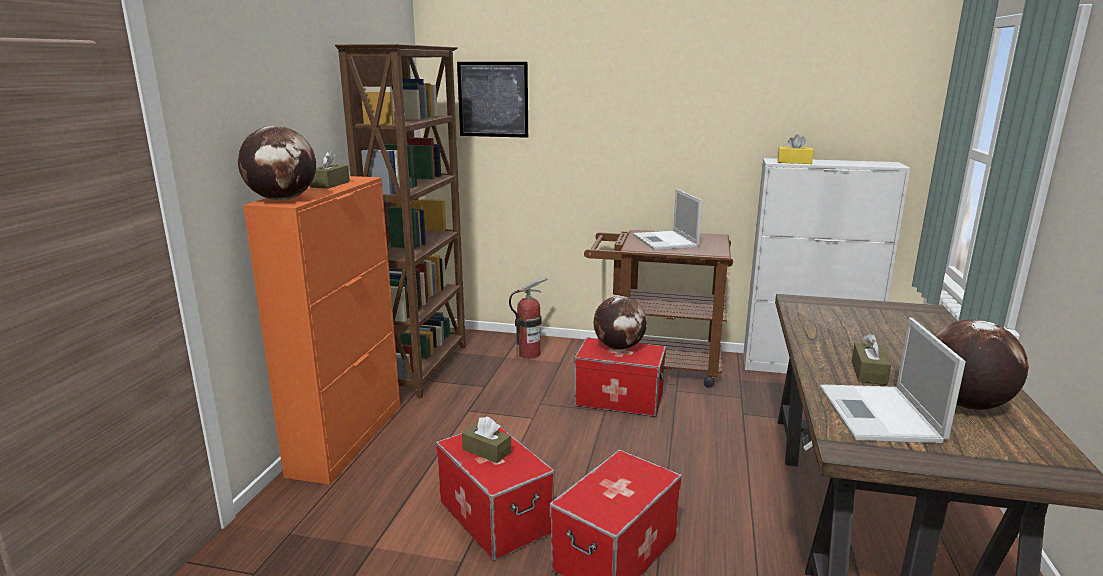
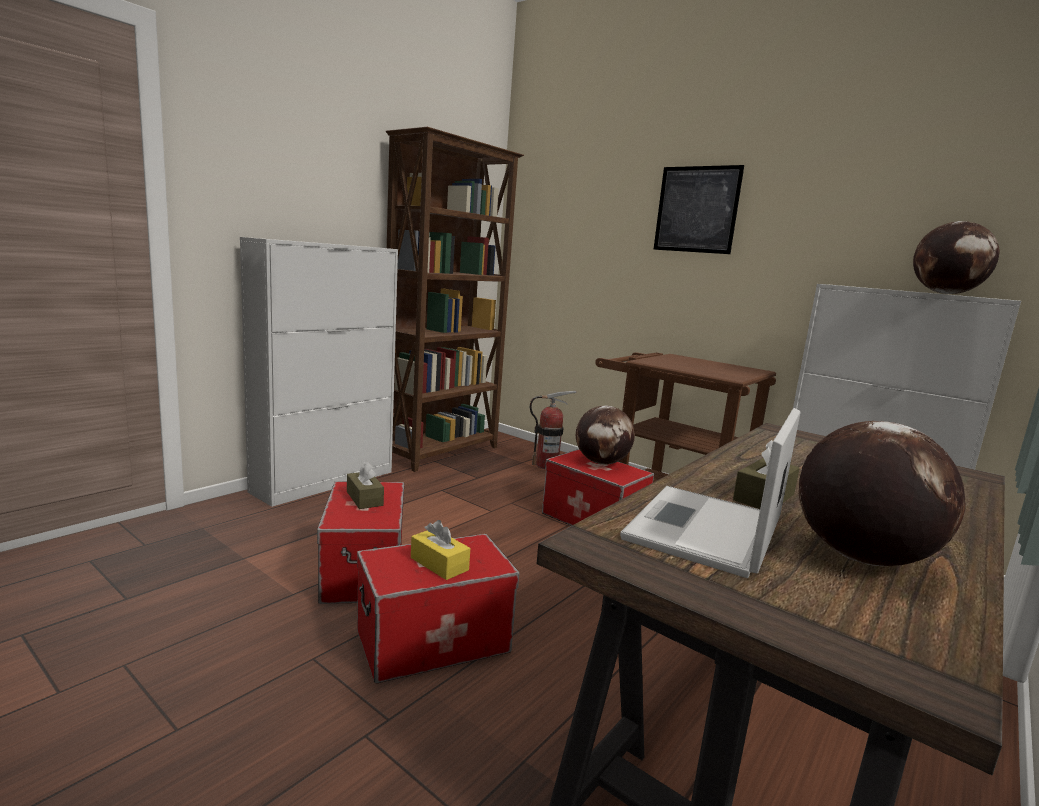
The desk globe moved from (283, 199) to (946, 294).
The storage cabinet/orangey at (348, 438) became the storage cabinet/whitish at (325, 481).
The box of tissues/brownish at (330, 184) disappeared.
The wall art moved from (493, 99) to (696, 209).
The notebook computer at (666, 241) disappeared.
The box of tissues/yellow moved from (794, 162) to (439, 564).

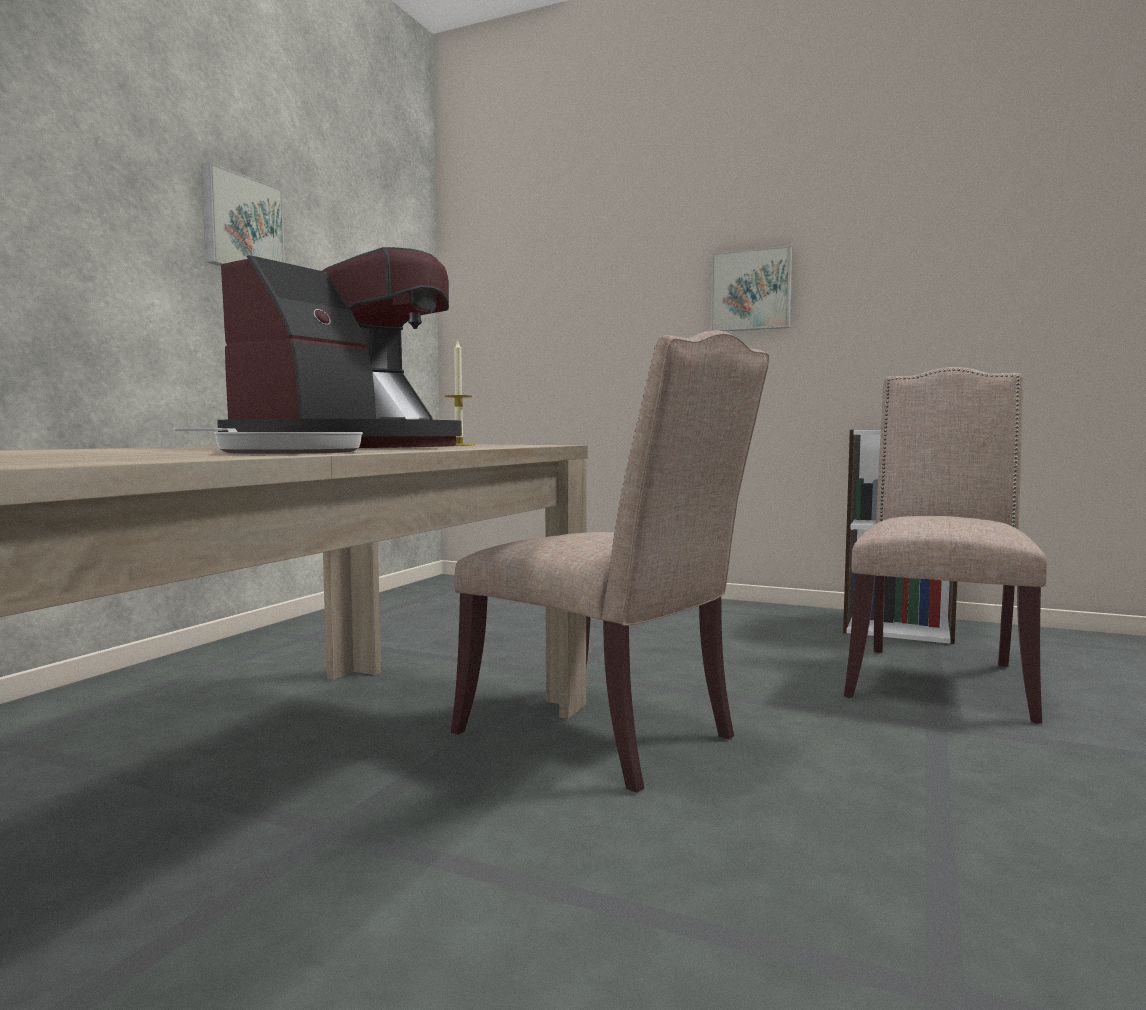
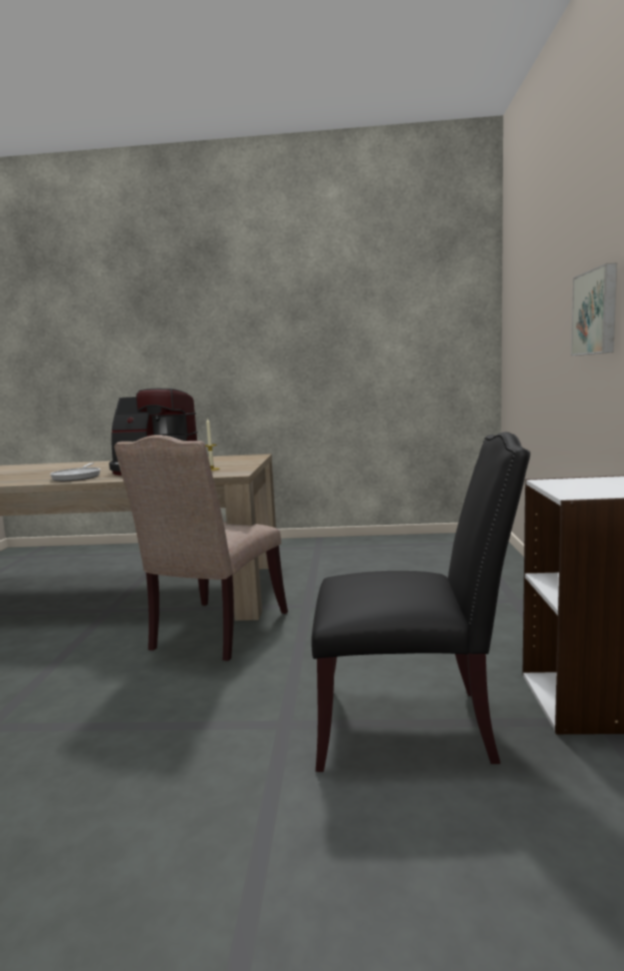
The wall art at (241, 224) disappeared.
The upright chair/beige at (938, 678) became the upright chair/black at (412, 725).

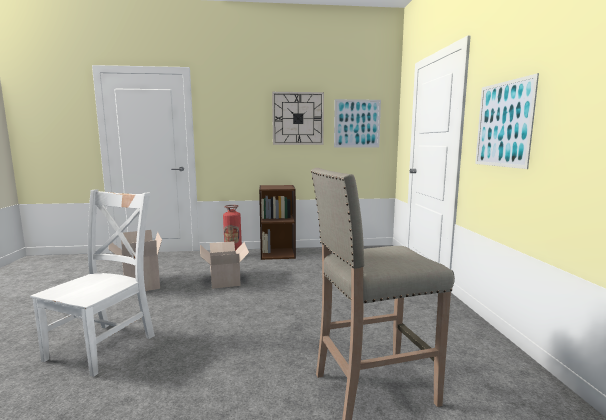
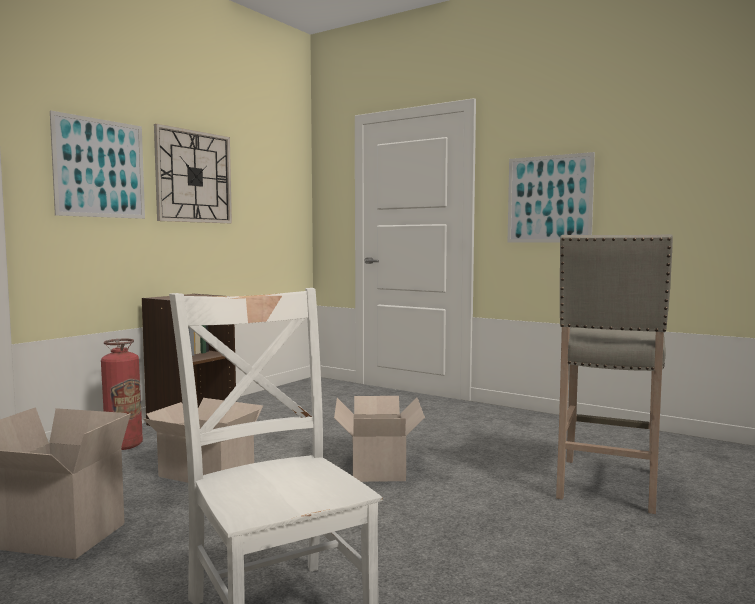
The wall art moved from (357, 123) to (100, 168).
The carton at (378, 466) appeared.

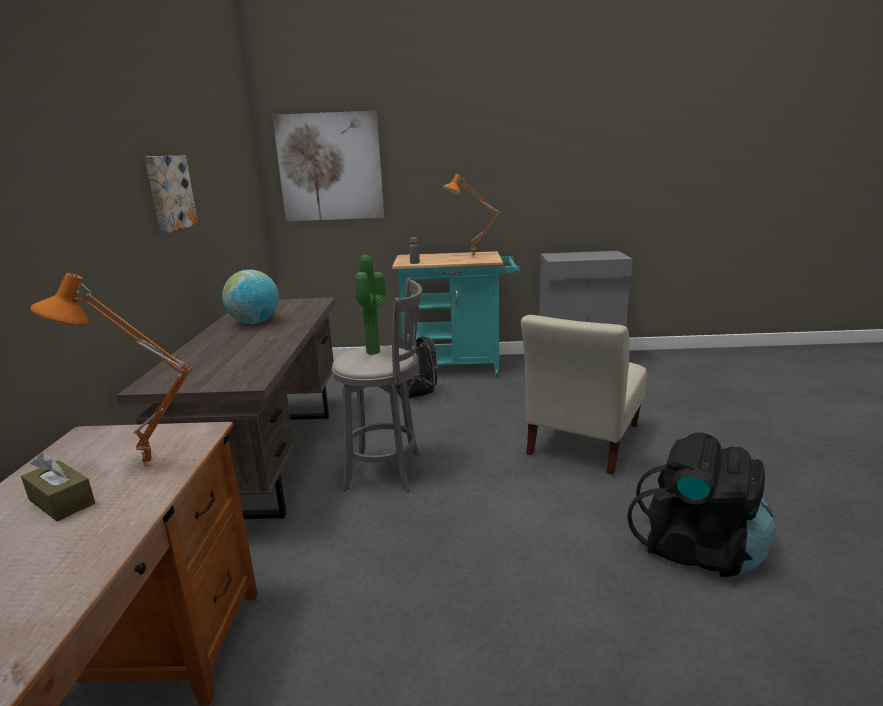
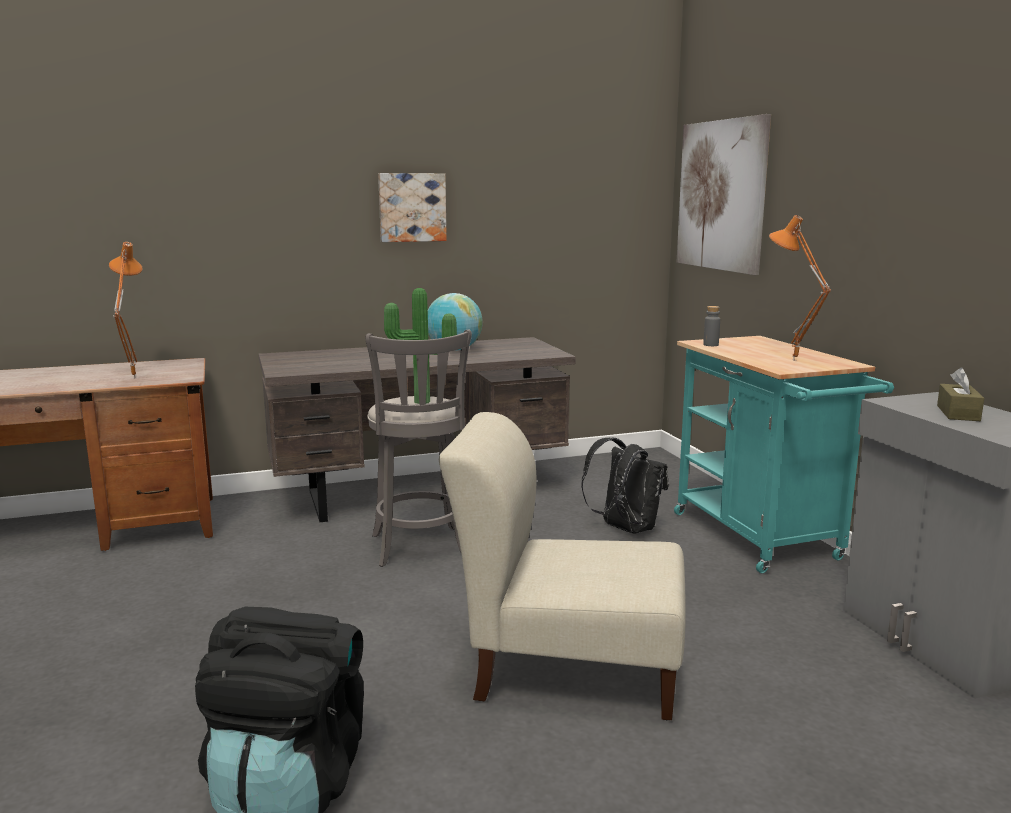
The box of tissues/brownish moved from (62, 501) to (958, 413).

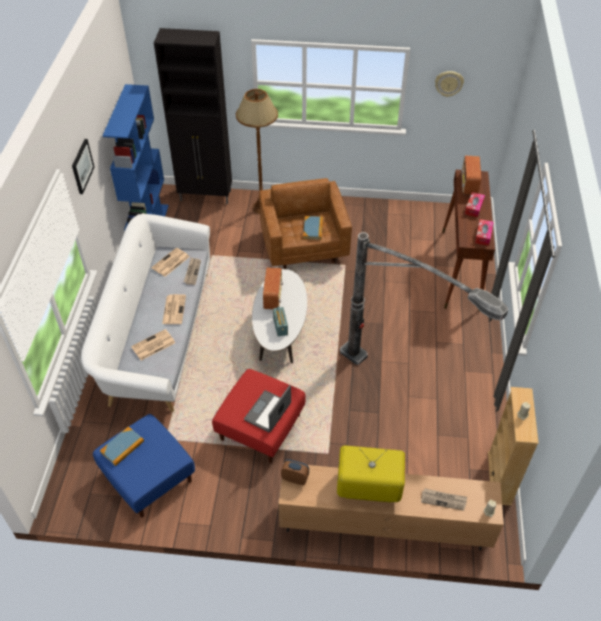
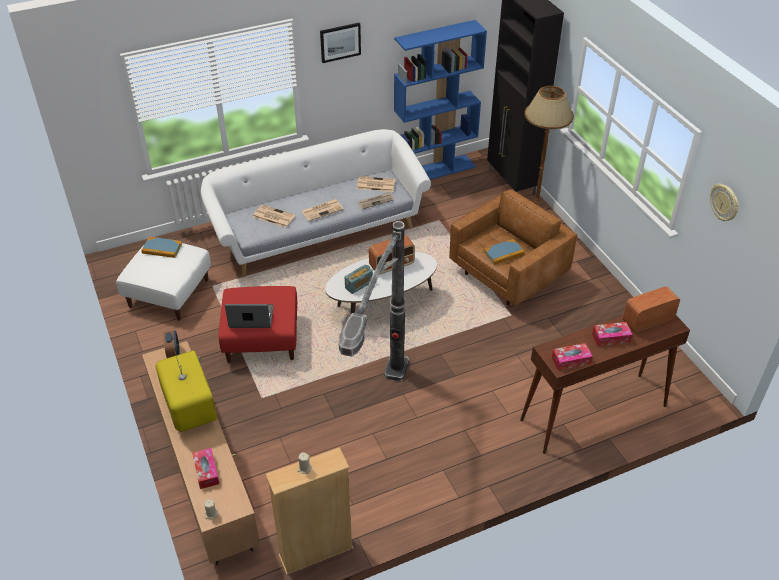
The ottoman/bluish at (148, 477) became the ottoman/whitish at (169, 293).
The printed paper at (443, 500) was replaced by the box of tissues at (206, 471).

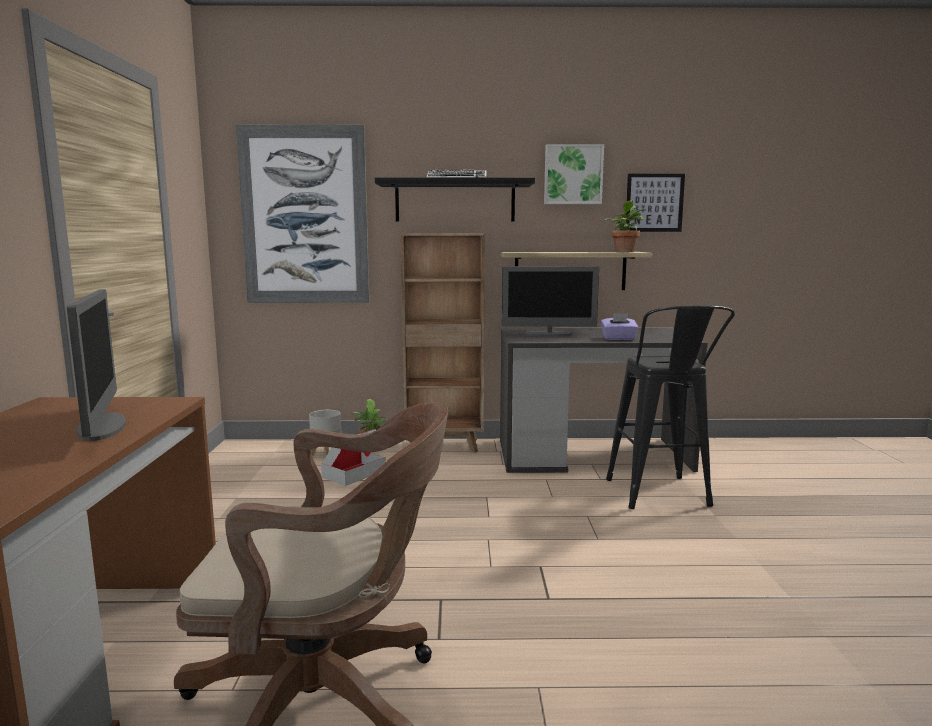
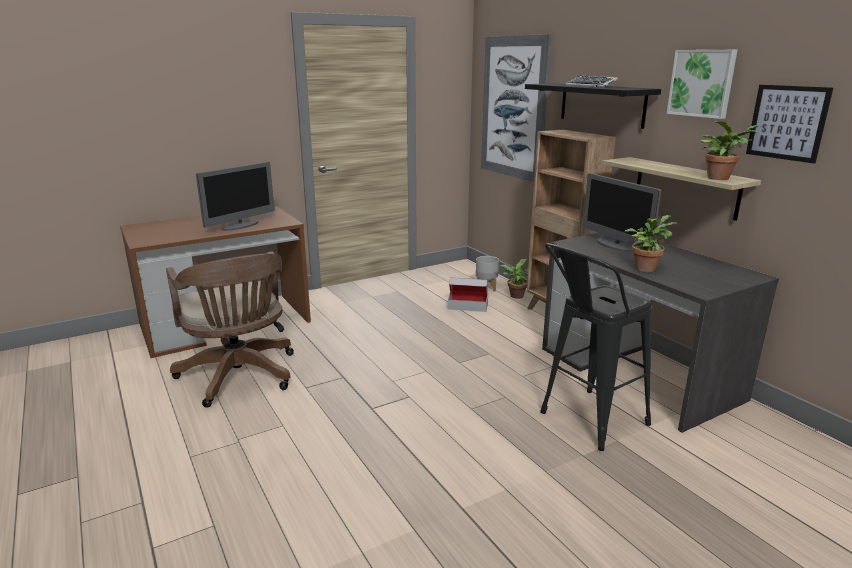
The box of tissues/purple at (618, 339) was replaced by the plant in a pot at (645, 268).

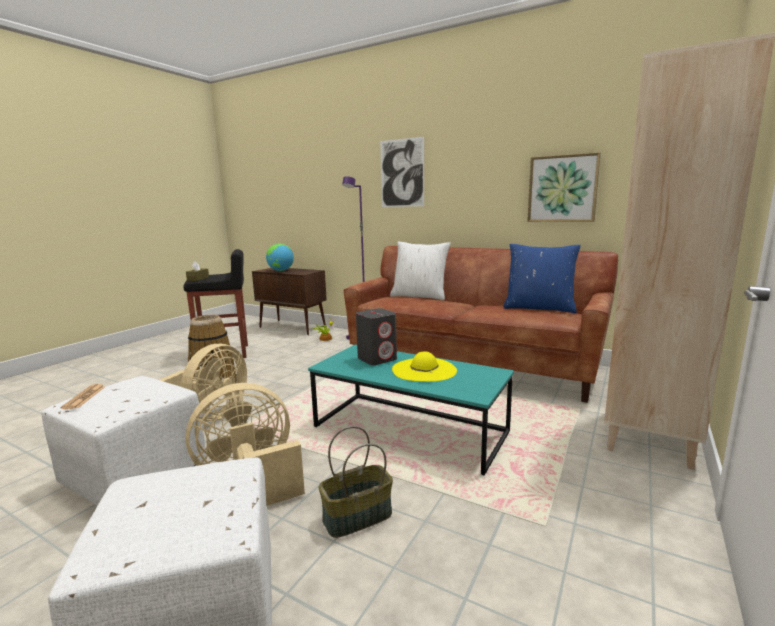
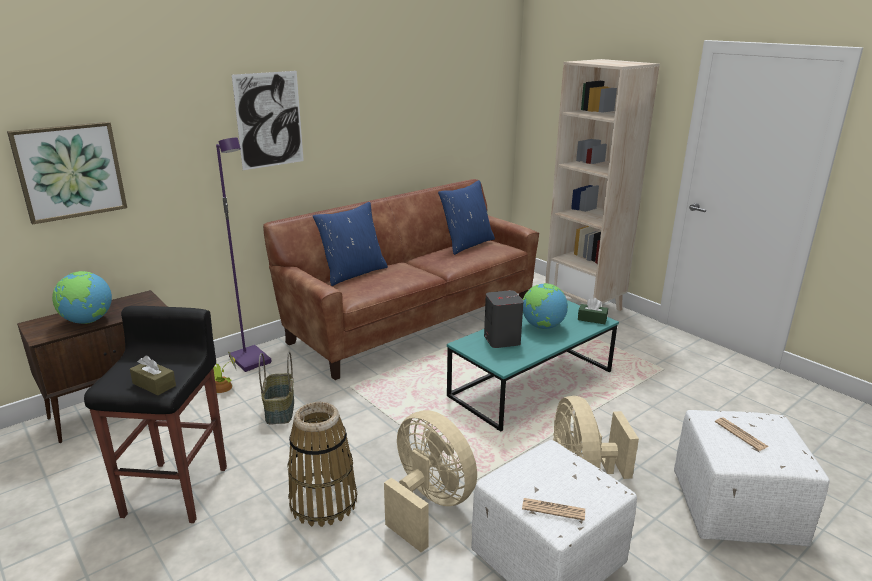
The household basket moved from (357, 518) to (280, 410).
The throw pillow/whitish at (419, 296) became the throw pillow/bluish at (353, 273).
The hat/yellow at (424, 369) was replaced by the desk globe at (542, 326).
The wall art moved from (562, 189) to (70, 171).
The box of tissues/green at (592, 319) appeared.
The printed paper at (740, 434) appeared.

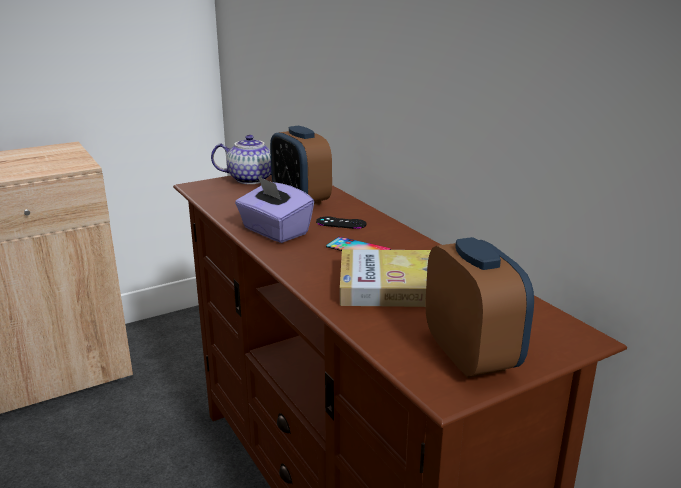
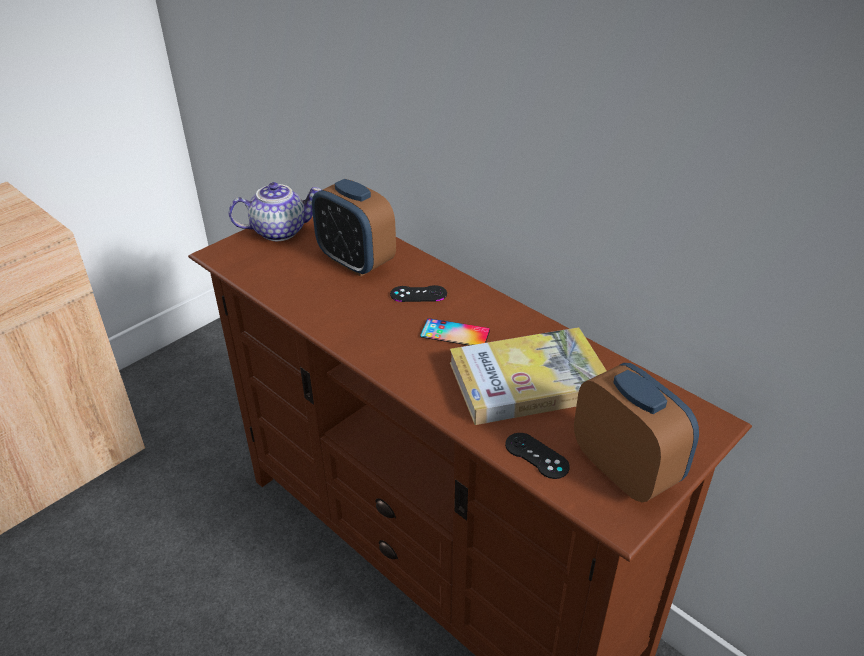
The box of tissues/purple at (274, 231) disappeared.
The gamepad/black at (536, 456) appeared.

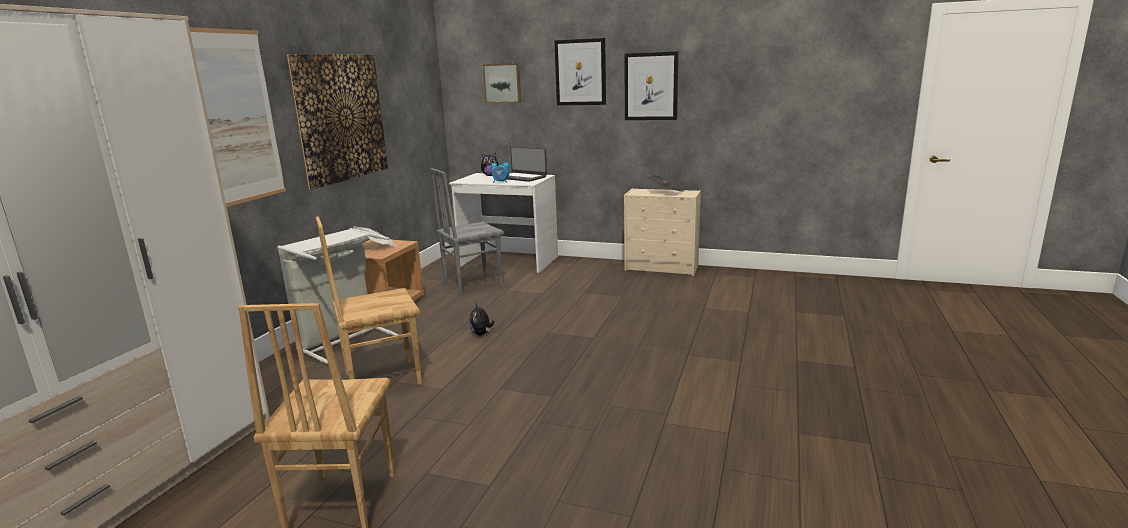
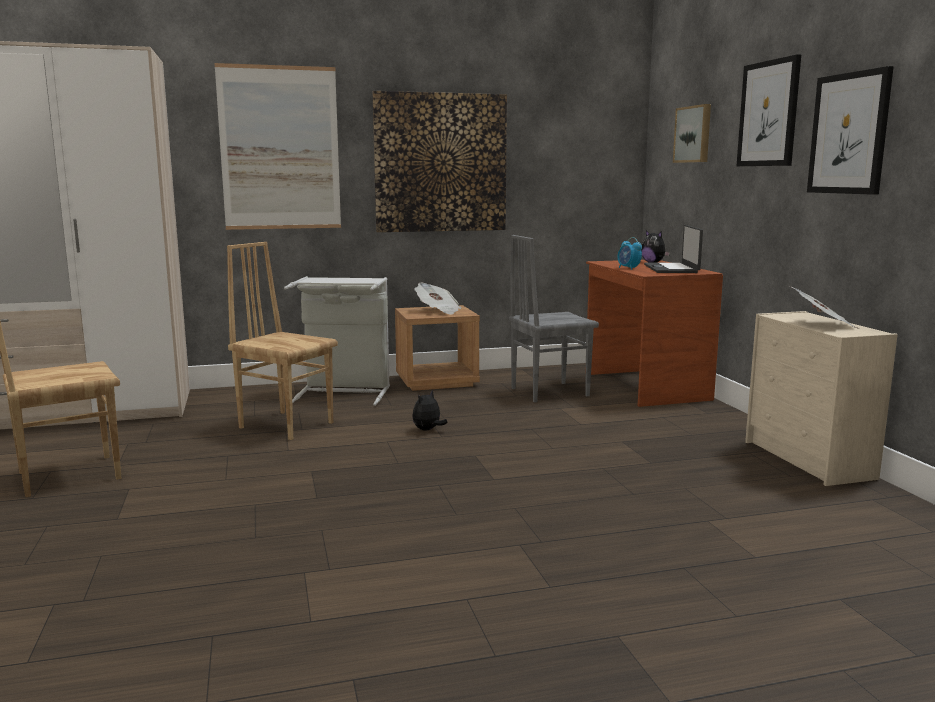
The upright chair/gray at (472, 284) turned 45 degrees counterclockwise.
The desk/whitish at (508, 262) became the desk/brownish at (644, 386).

